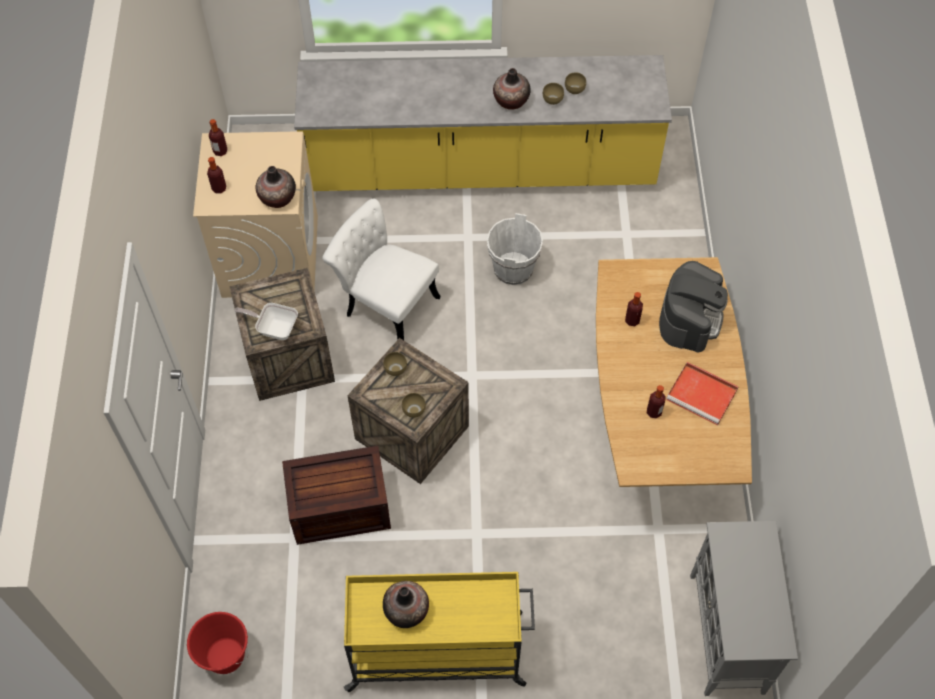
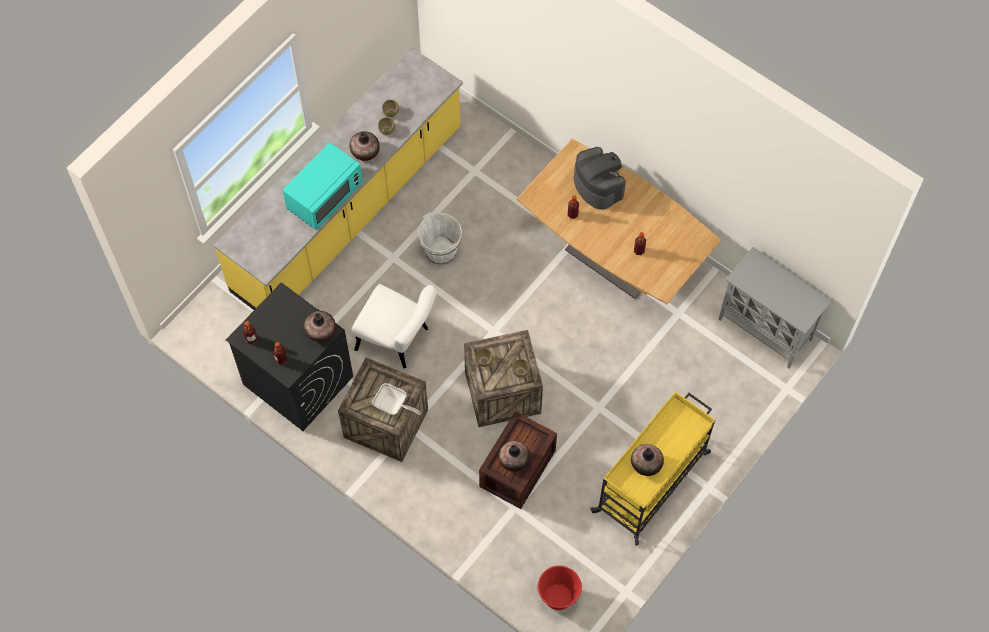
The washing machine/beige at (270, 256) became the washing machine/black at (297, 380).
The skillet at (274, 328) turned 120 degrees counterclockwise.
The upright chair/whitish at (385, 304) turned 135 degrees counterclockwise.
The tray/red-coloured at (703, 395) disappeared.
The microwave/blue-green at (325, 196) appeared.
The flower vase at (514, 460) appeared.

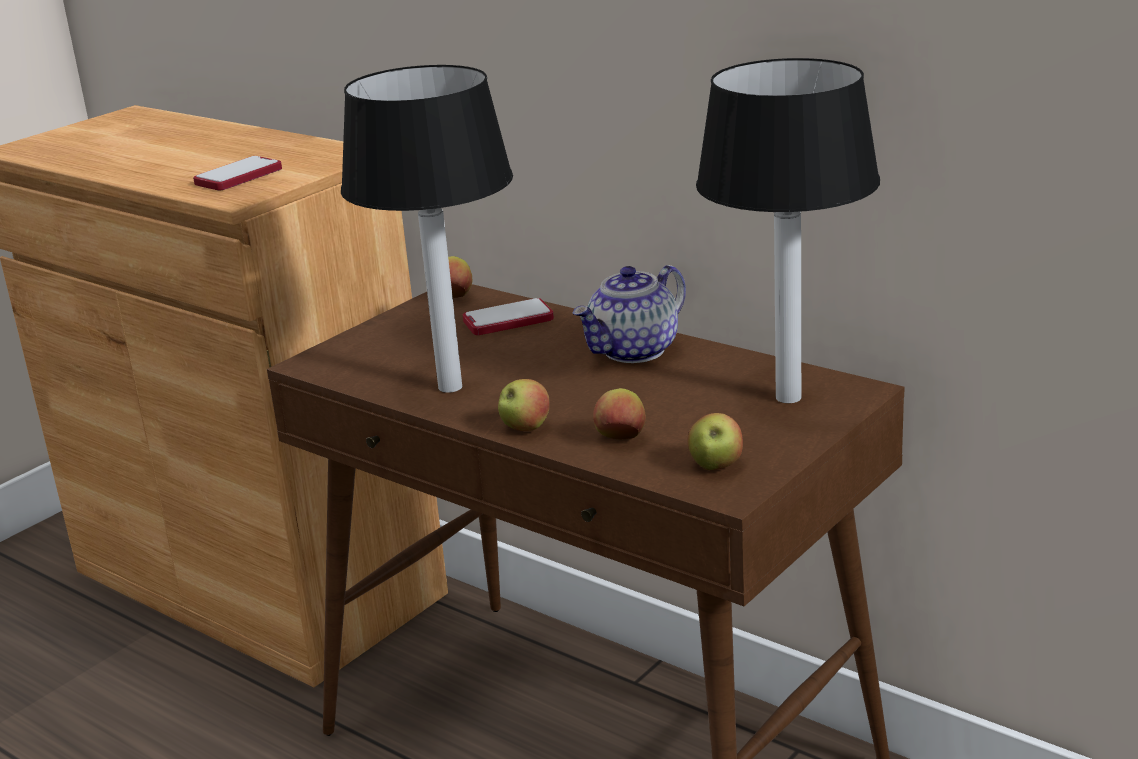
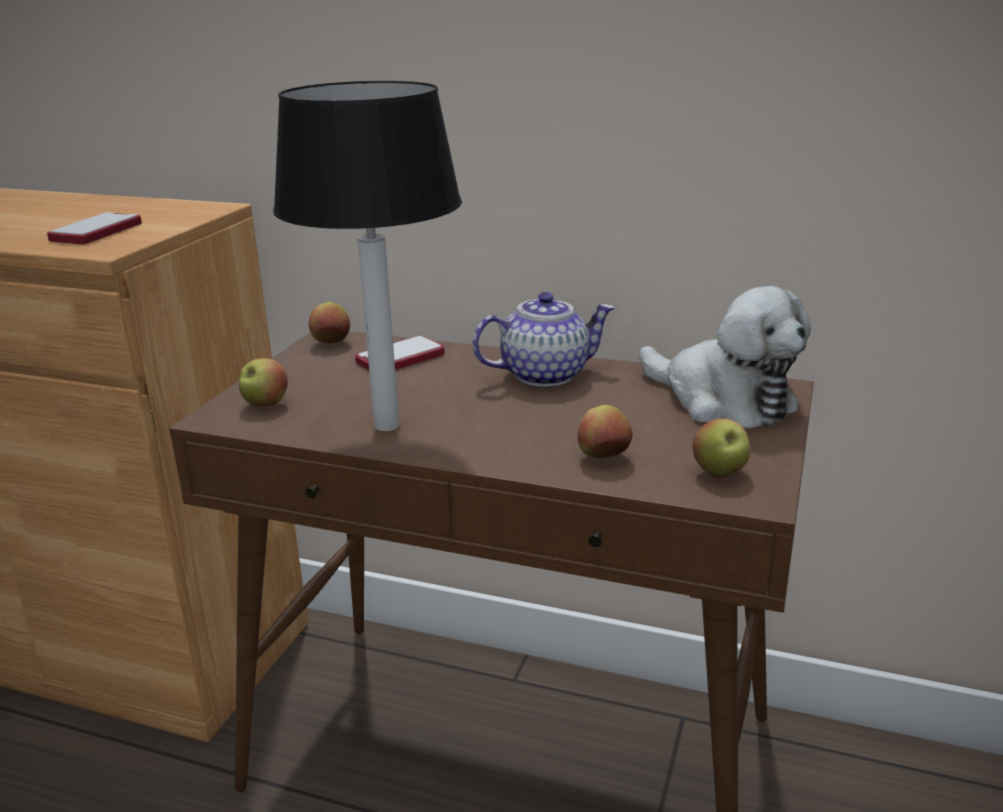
The apple moved from (525, 428) to (265, 404).
The pot for tea at (634, 351) turned 135 degrees counterclockwise.
The table lamp at (787, 397) was replaced by the cuddly toy at (723, 400).

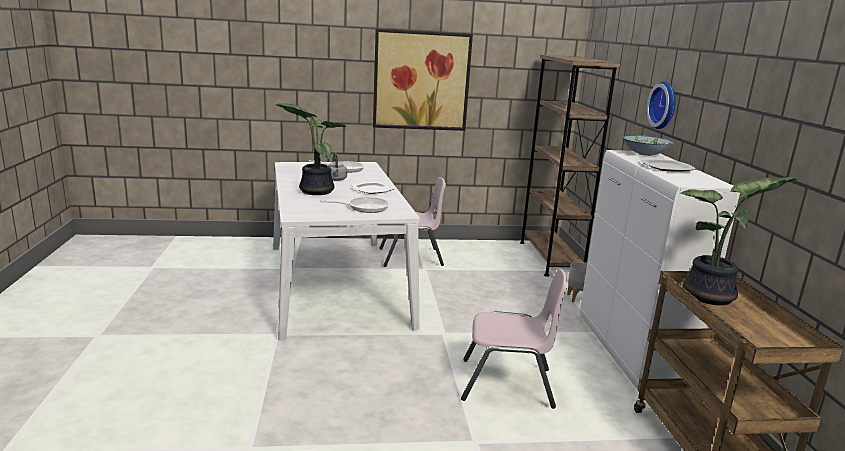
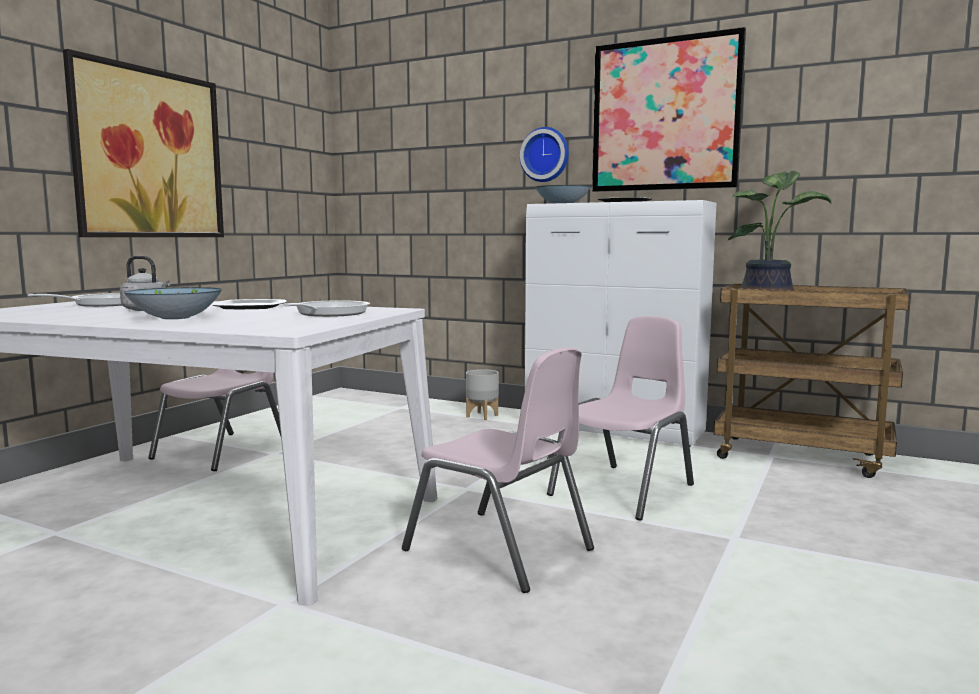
The plant in a pot at (314, 191) was replaced by the bowl at (175, 318).
The bookcase/brownish at (550, 258) disappeared.
The upright chair/pinkish at (499, 550) appeared.
The wall art at (665, 115) appeared.

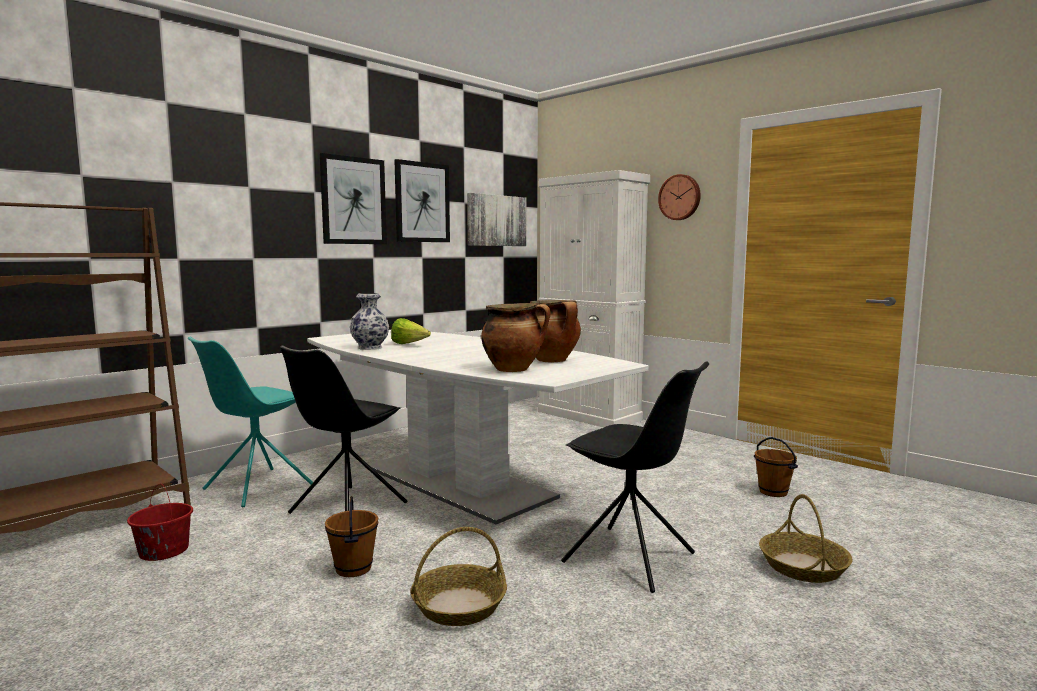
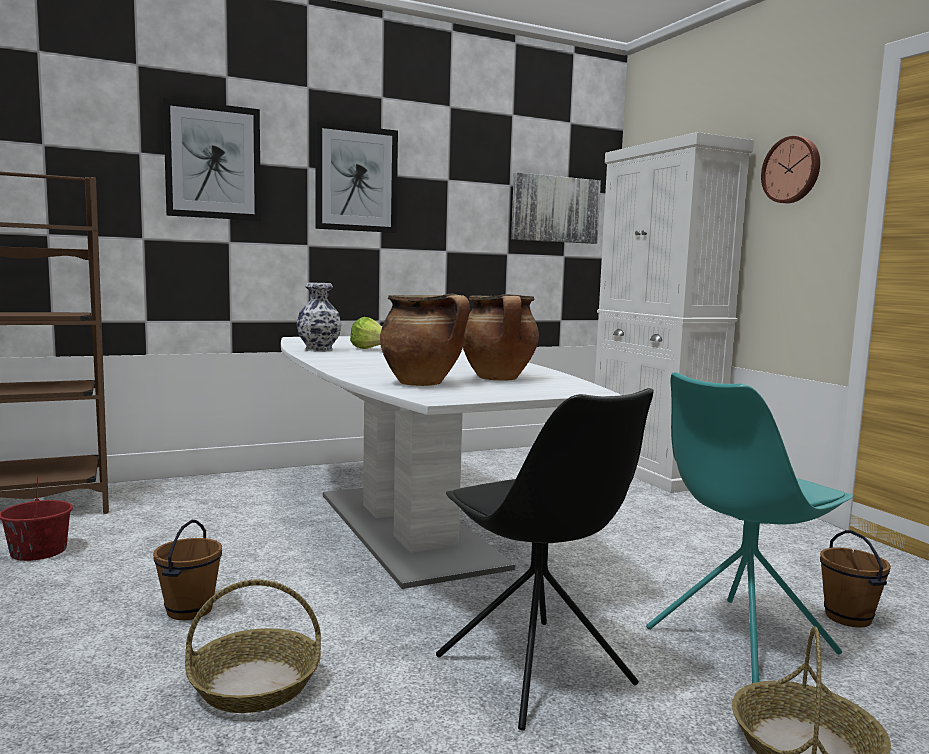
The upright chair/blue-green moved from (256, 487) to (738, 641).
The upright chair/black at (346, 508) disappeared.
The wall art moved from (422, 202) to (213, 162).

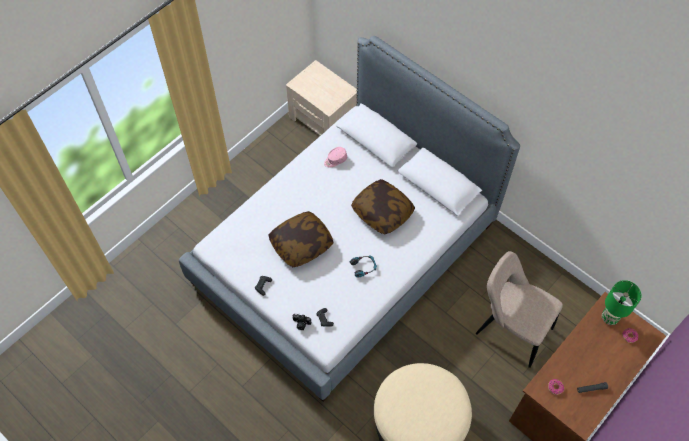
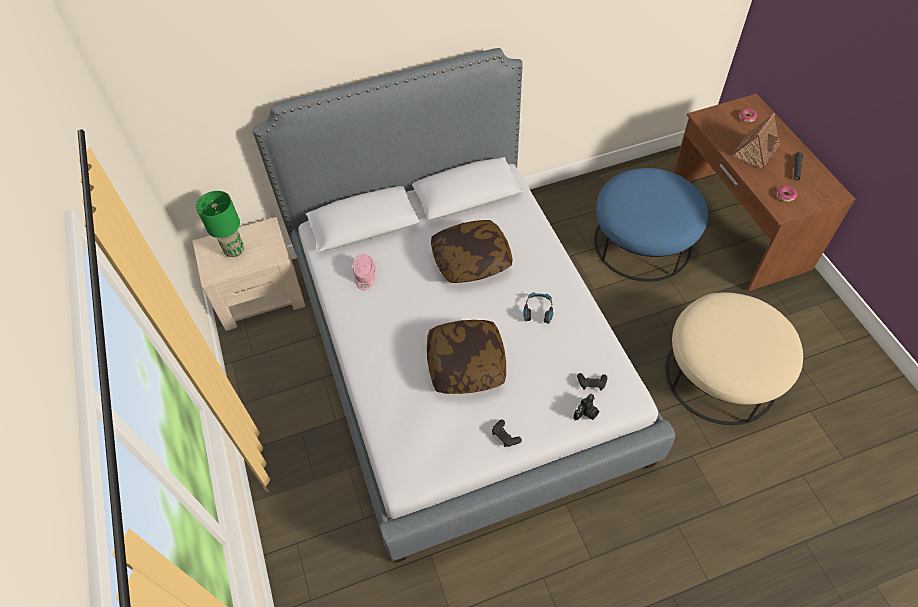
The upright chair/beige at (510, 329) was replaced by the ottoman/bluish at (642, 243).
The table lamp/green moved from (609, 318) to (234, 251).
The model house at (755, 151) appeared.

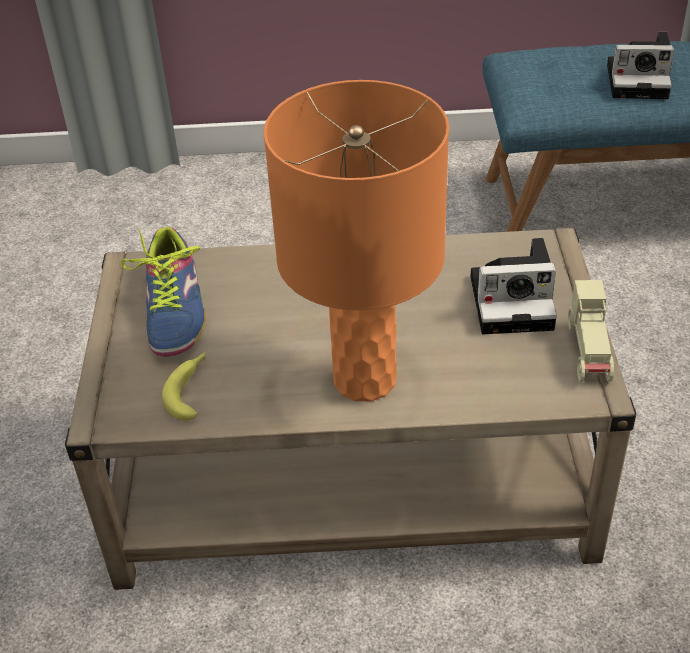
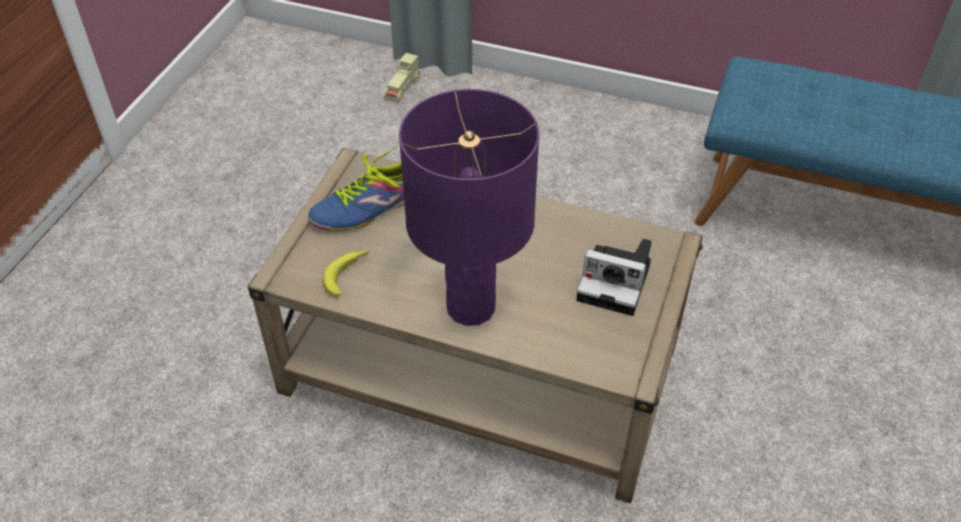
The shoe at (174, 309) turned 45 degrees clockwise.
The table lamp/orangey at (365, 380) became the table lamp/purple at (471, 308).
The model car/beige moved from (589, 352) to (402, 89).
The still camera at (640, 80) disappeared.

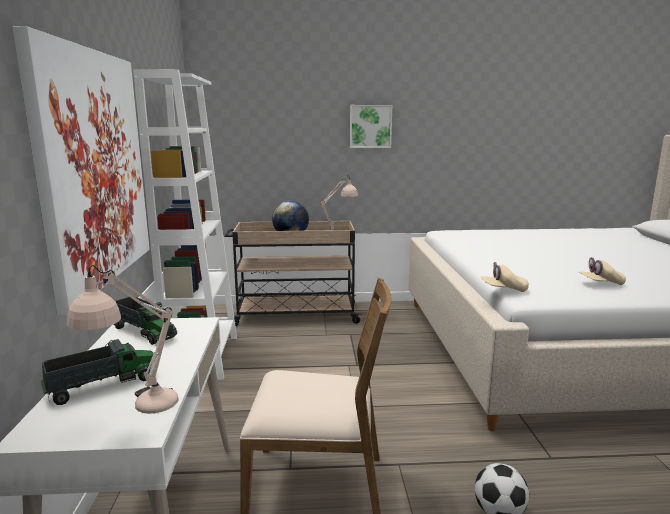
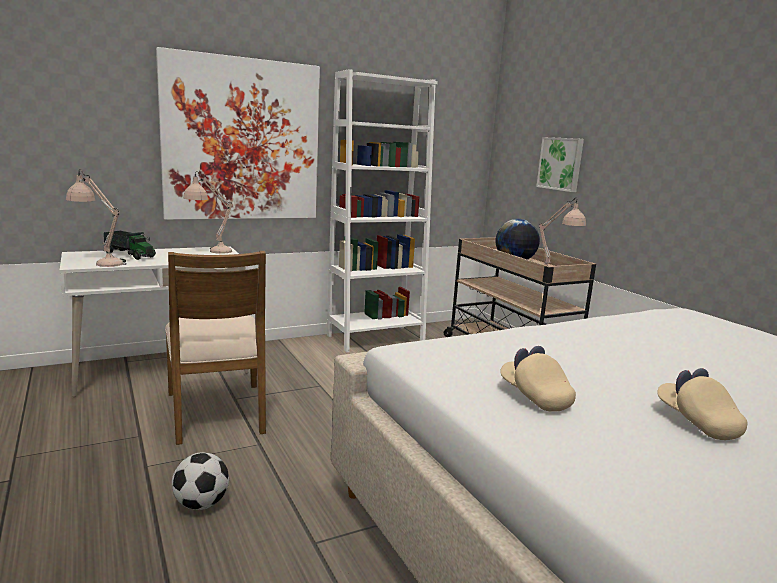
The toy truck at (145, 332) was replaced by the table lamp/beige at (209, 252).
The wall art moved from (370, 126) to (561, 164).
The baseball cap/beige moved from (503, 290) to (697, 422).

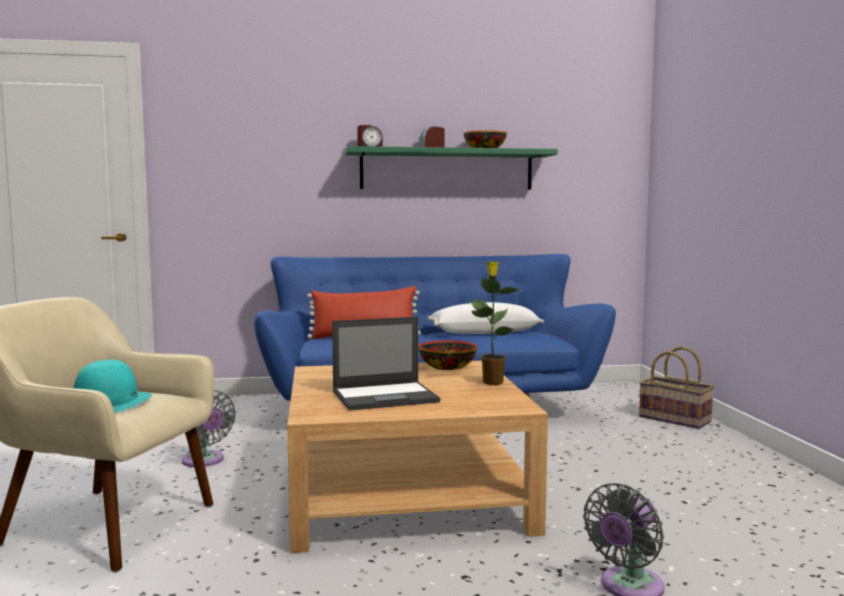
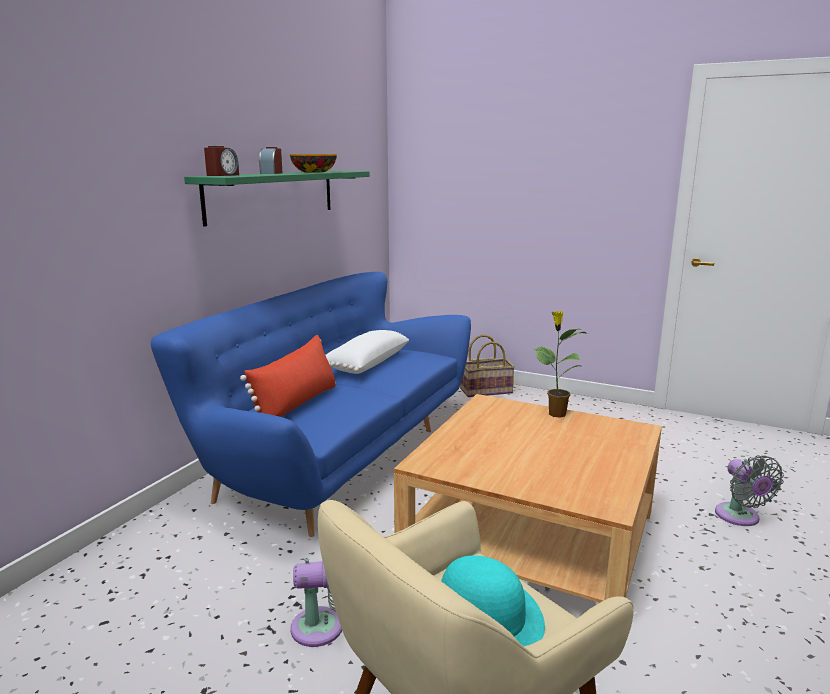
The notebook computer at (386, 396) disappeared.
The bowl at (447, 367) disappeared.

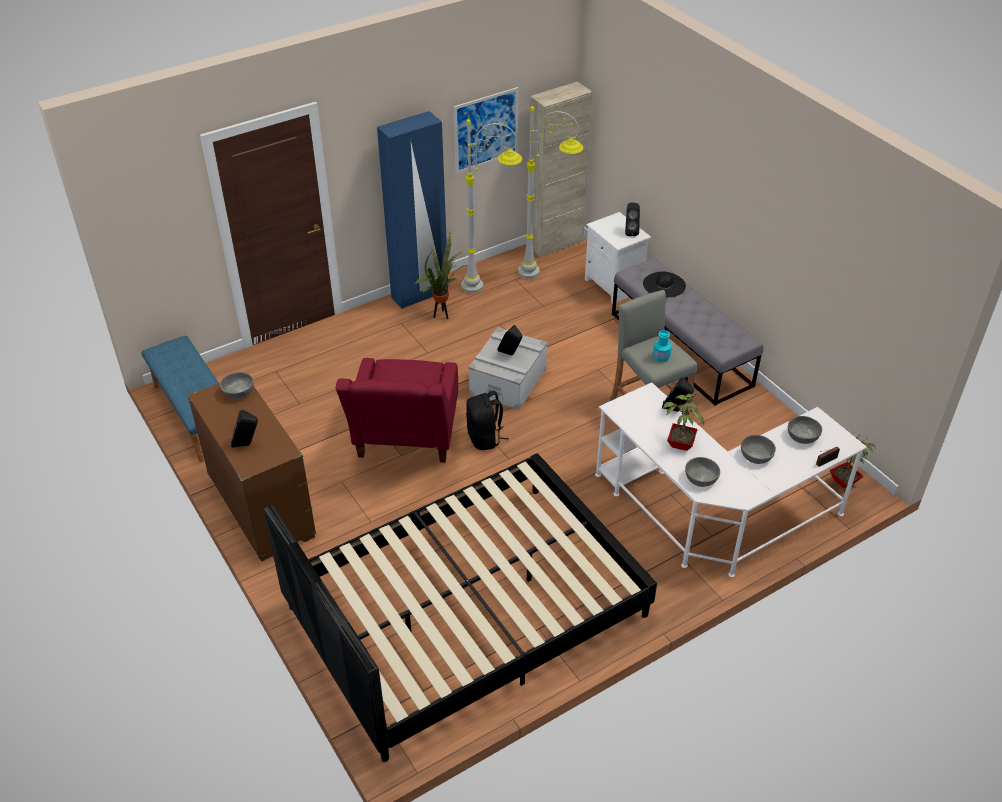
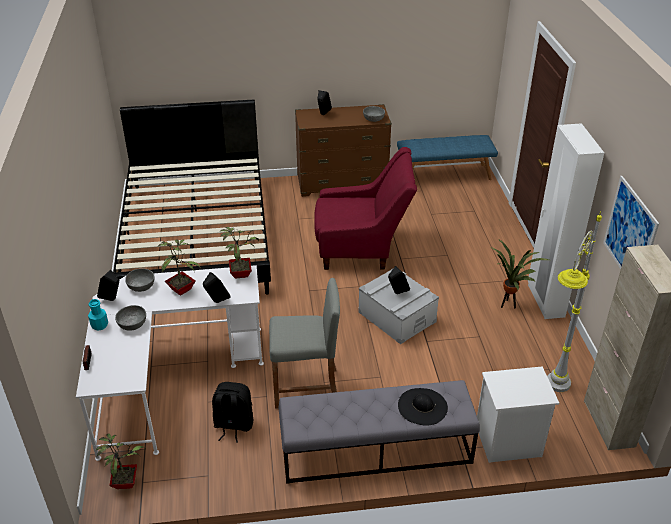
The lounge chair/red-coloured at (405, 440) turned 150 degrees clockwise.
The wardrobe/bluish at (420, 295) became the wardrobe/whitish at (545, 301).
The standing lamp/gray at (491, 287) disappeared.
The knapsack/black moved from (485, 438) to (233, 425).
The speaker/black moved from (630, 232) to (112, 300).
The bottle/blue-green moved from (661, 357) to (99, 325).
The bowl/gray at (802, 436) disappeared.
The plant in a pot at (240, 273) appeared.

